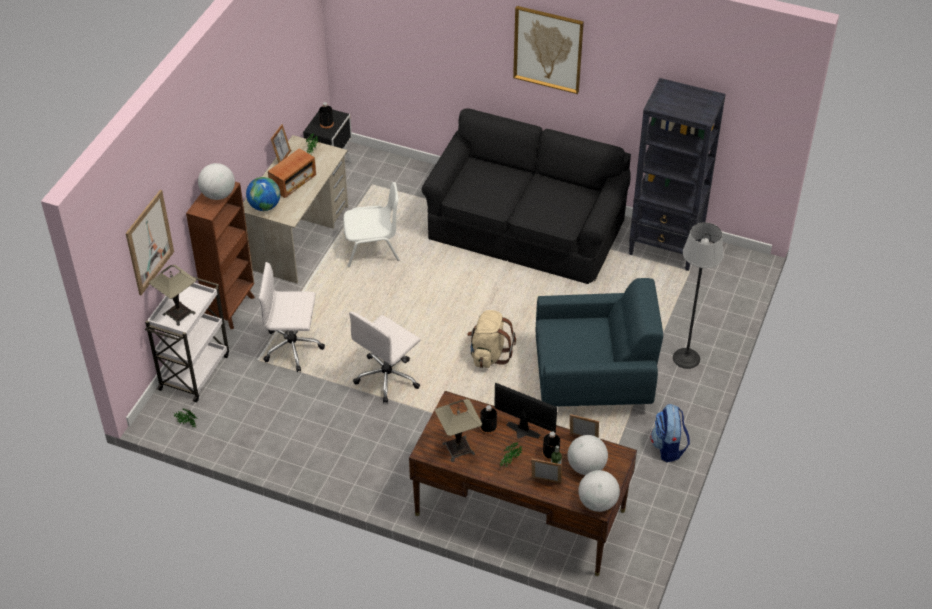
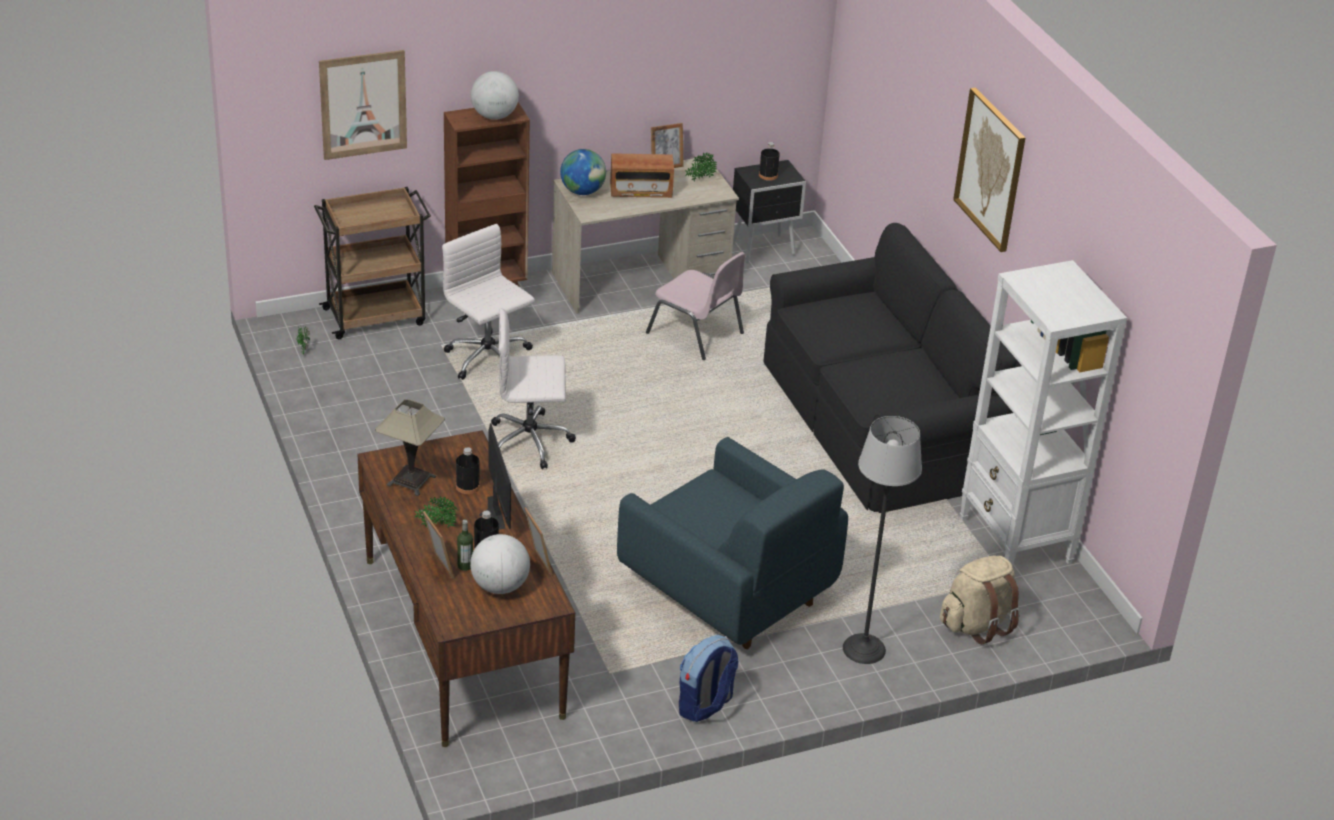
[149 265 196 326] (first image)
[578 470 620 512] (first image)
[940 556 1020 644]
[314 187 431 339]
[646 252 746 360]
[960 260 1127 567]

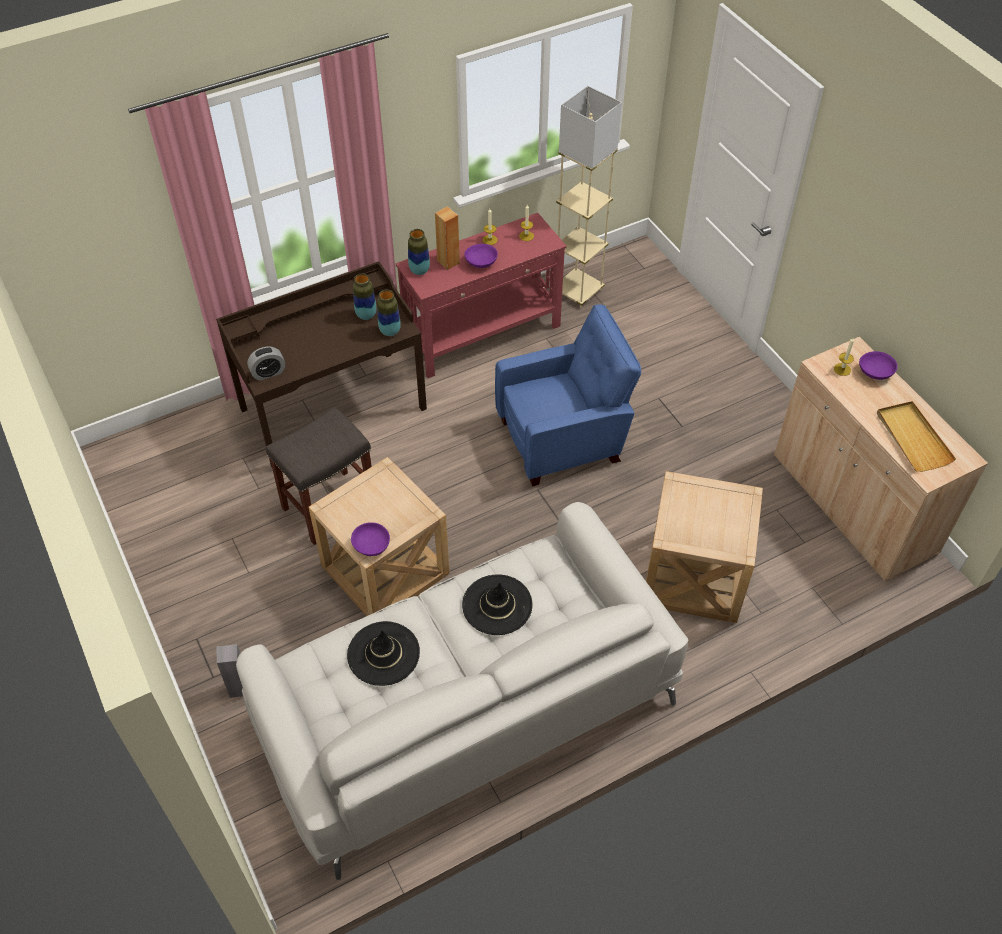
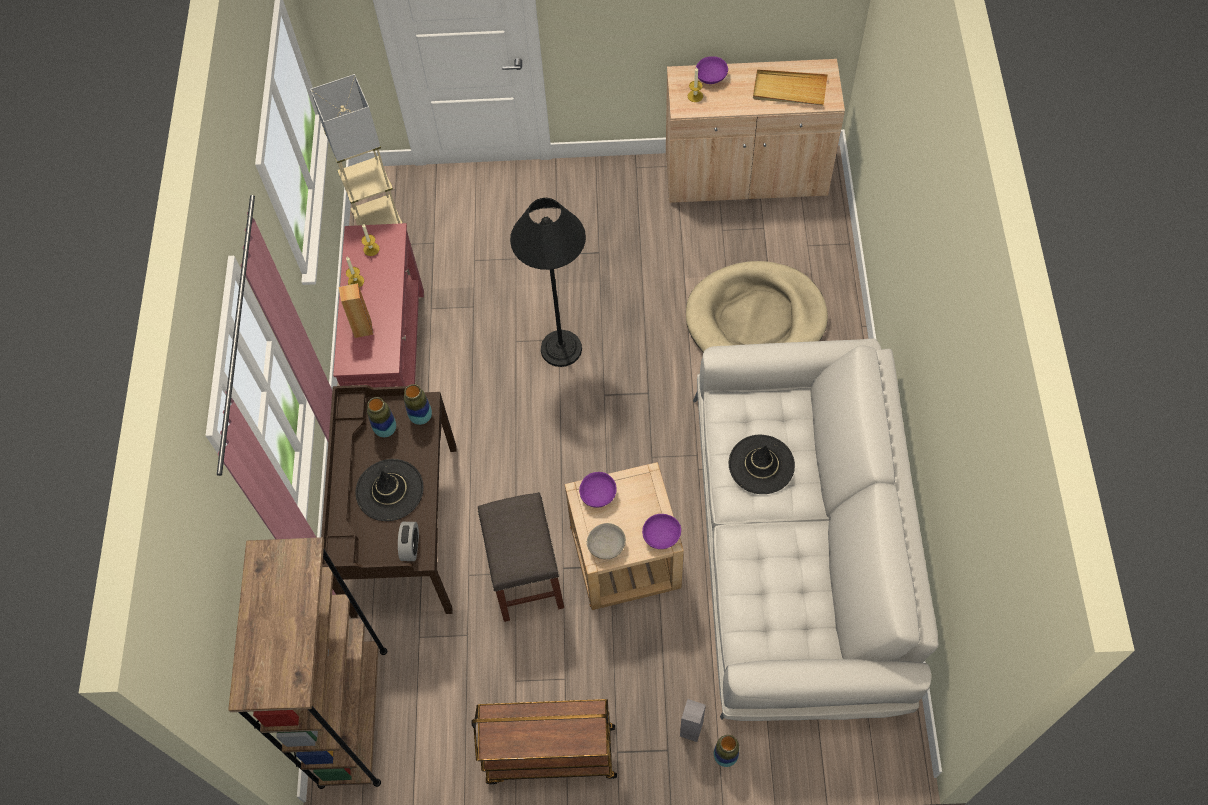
[228 537 387 789]
[471 699 617 785]
[587 523 626 559]
[356 459 424 521]
[714 735 739 767]
[579 472 617 508]
[510 198 586 367]
[686 261 828 352]

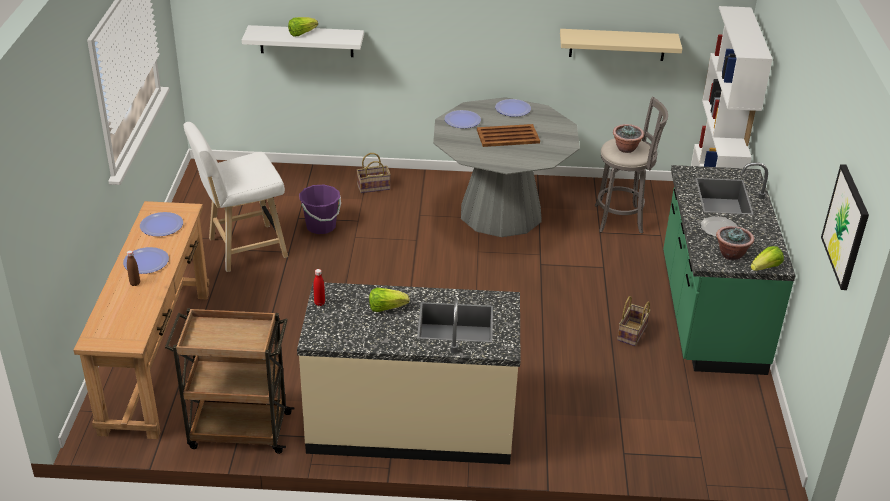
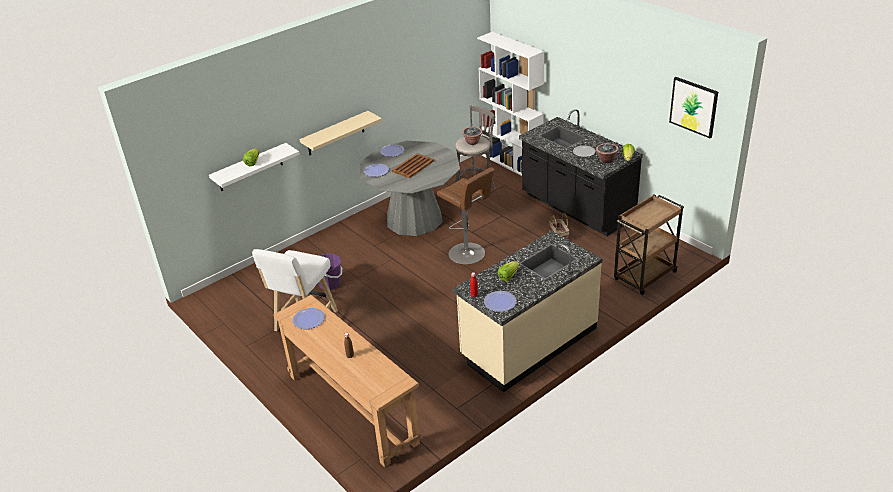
[357 153 391 193] (first image)
[437 167 495 265]
[484 291 517 312]
[614 194 684 295]
[300 111 382 155]
[519 109 643 236]

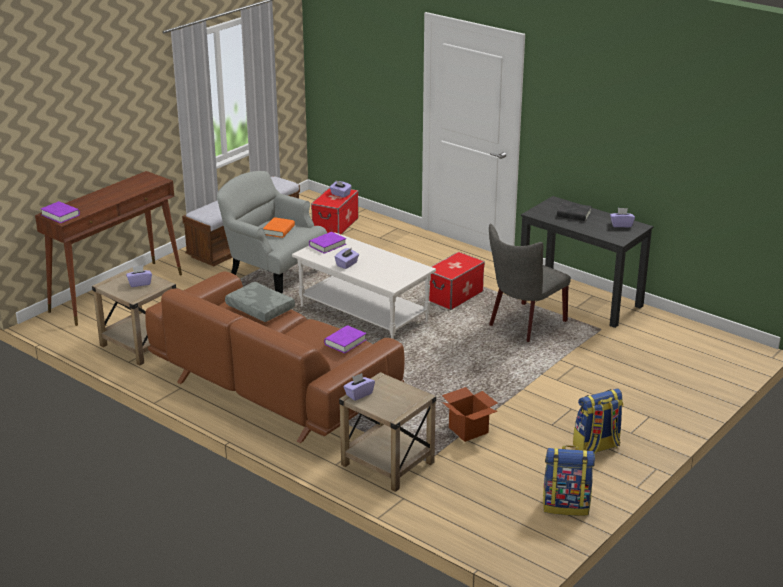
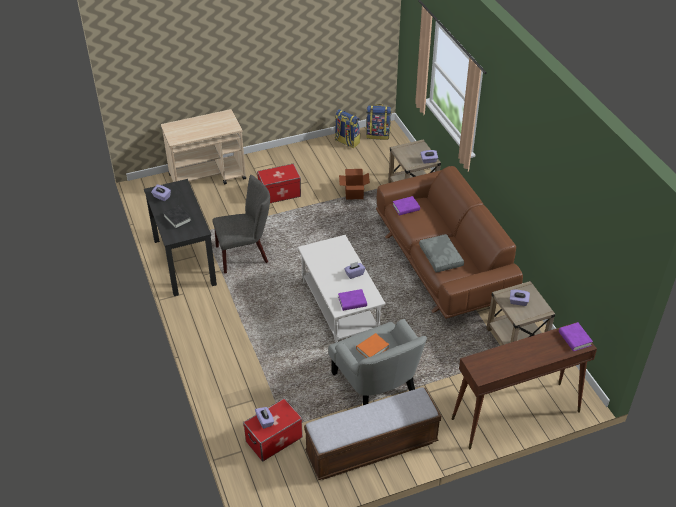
[161 109 246 184]
[257 164 301 203]
[366 104 392 140]

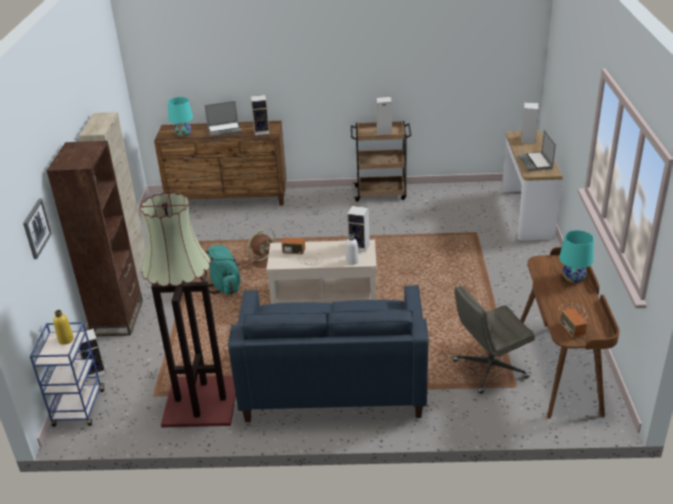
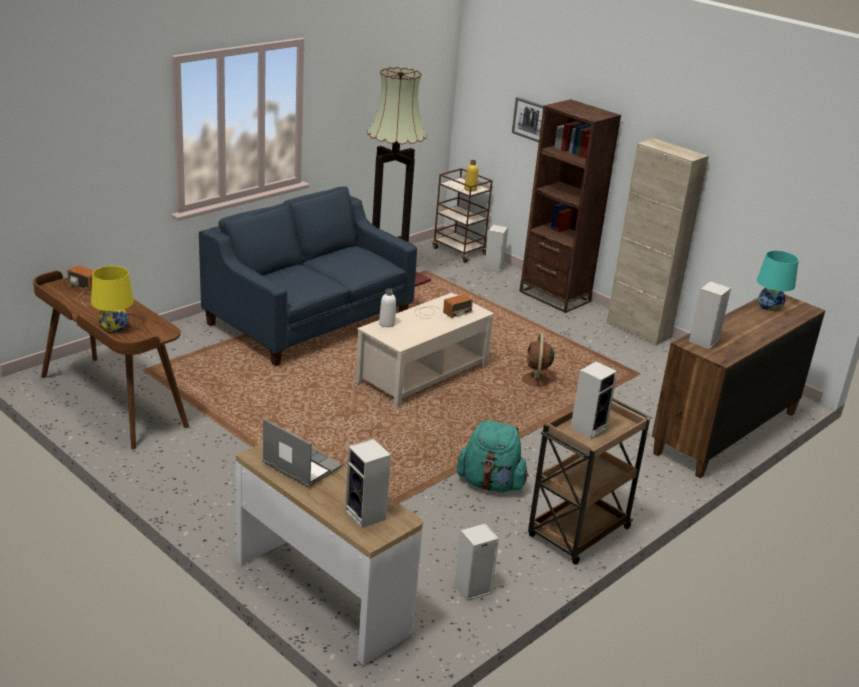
[205 101 242 137] (first image)
[452 286 535 394] (first image)
[457 420 529 492]
[454 523 499 601]
[432 168 493 262]
[91 266 134 333]

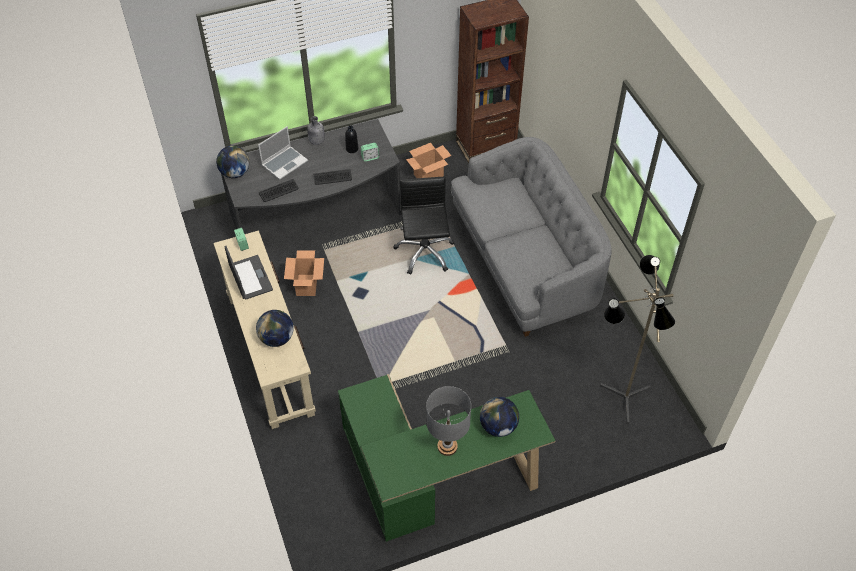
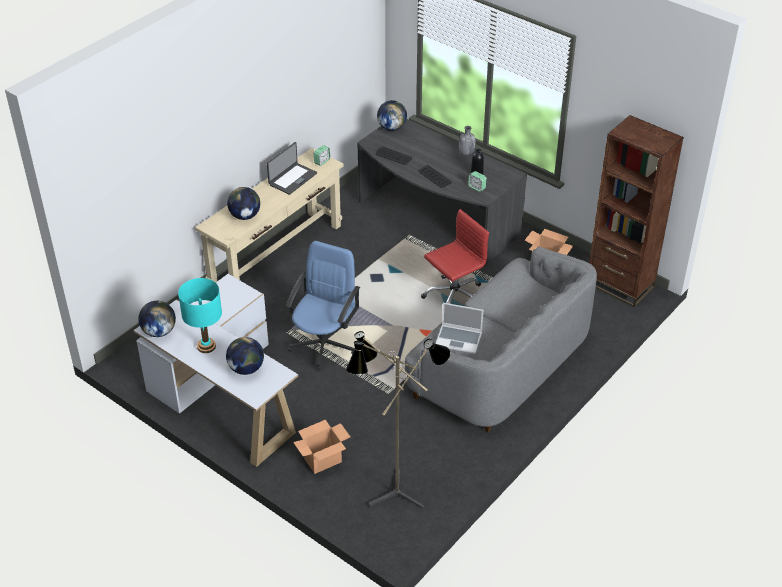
[138 301 176 337]
[285 241 360 370]
[436 303 483 354]
[293 420 350 474]
[134 274 298 467]
[421 209 489 304]
[178 278 222 353]

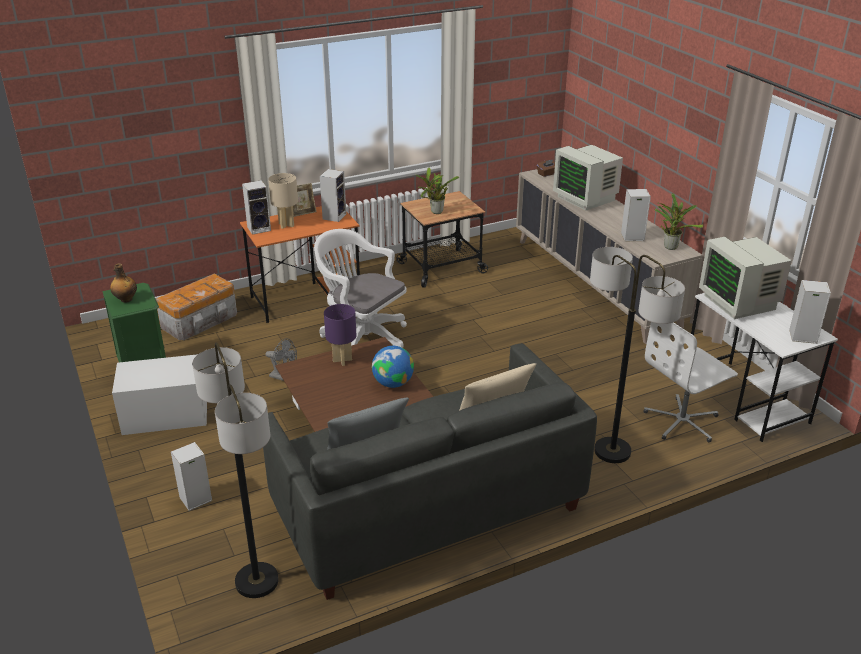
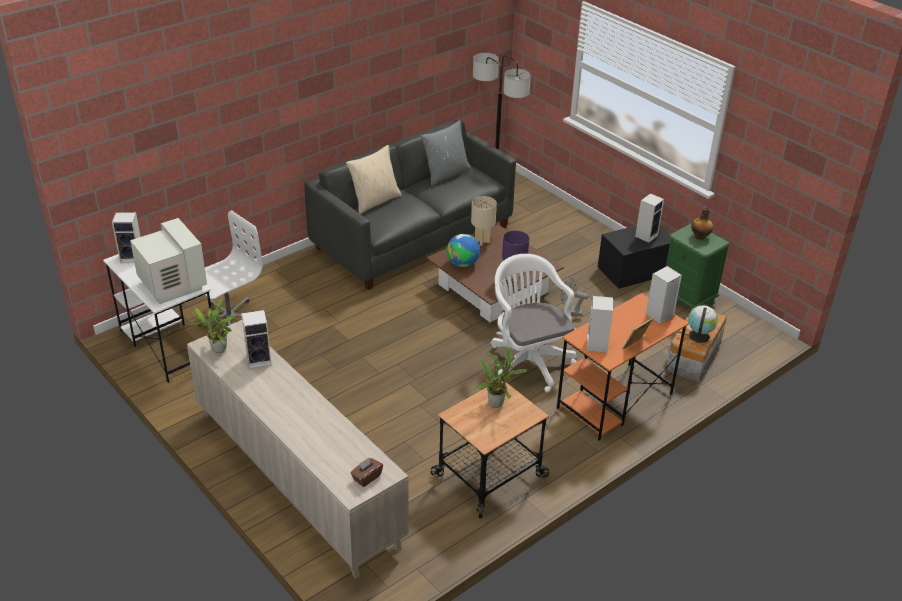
[553 145 623 211] (first image)
[590 247 685 463] (first image)
[688 305 718 343]
[635 193 664 243]
[471 196 497 246]
[598 225 671 289]
[491 254 577 393]

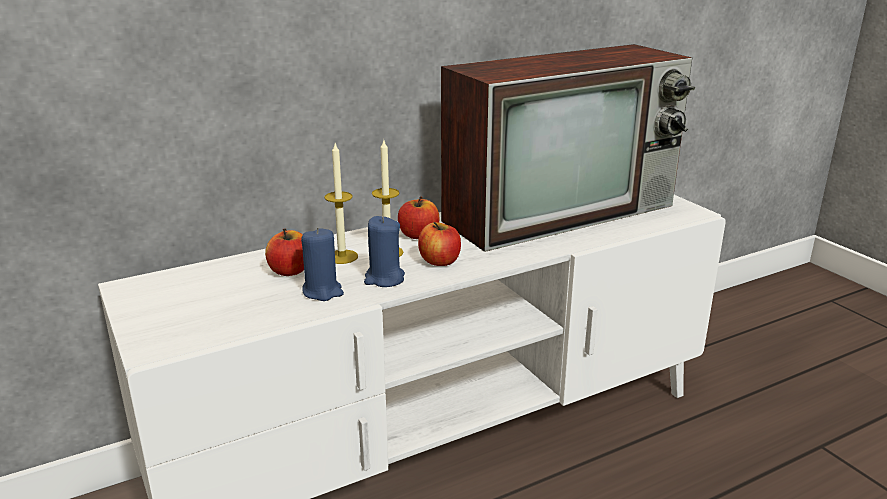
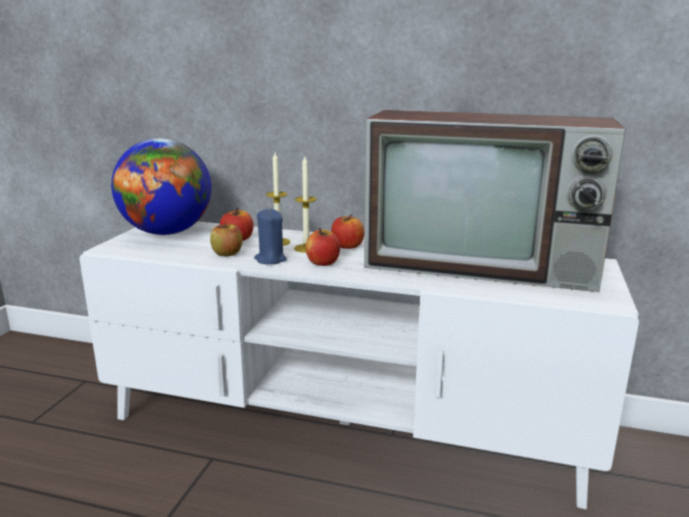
[111 138 212 235]
[210 221 242 256]

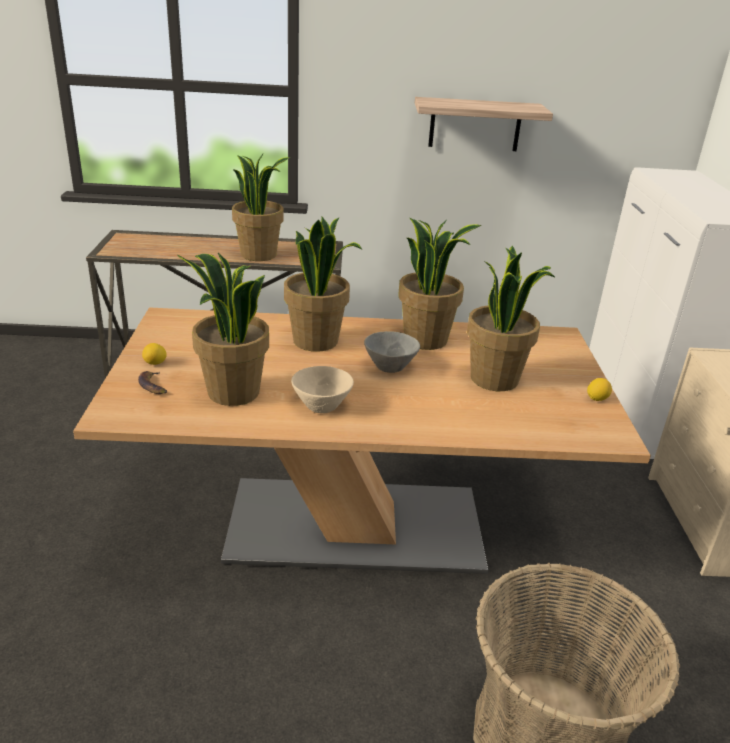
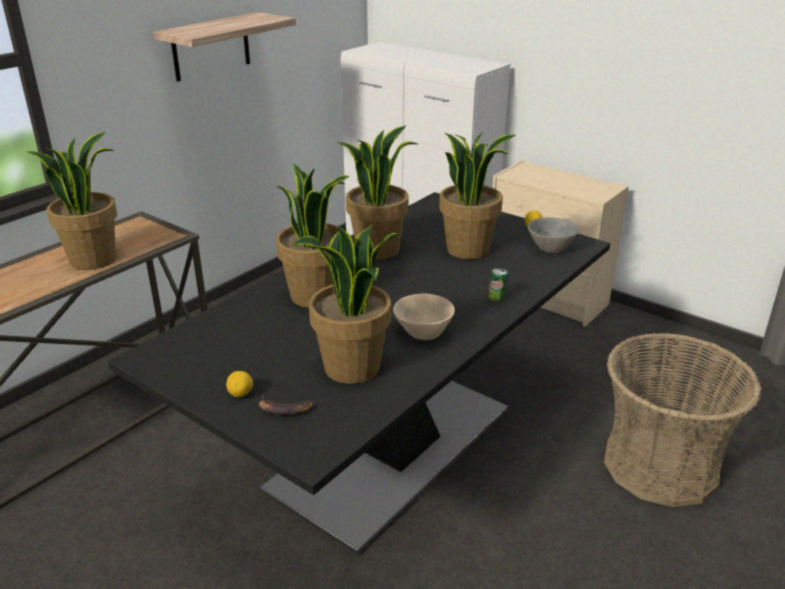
[488 268 508 302]
[528 217 579 253]
[108 192 610 555]

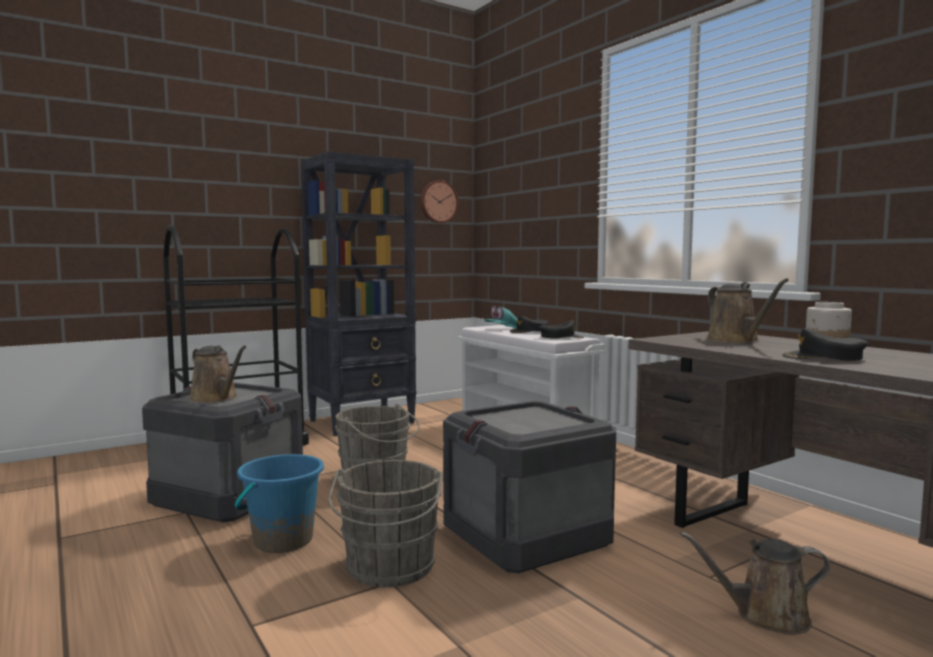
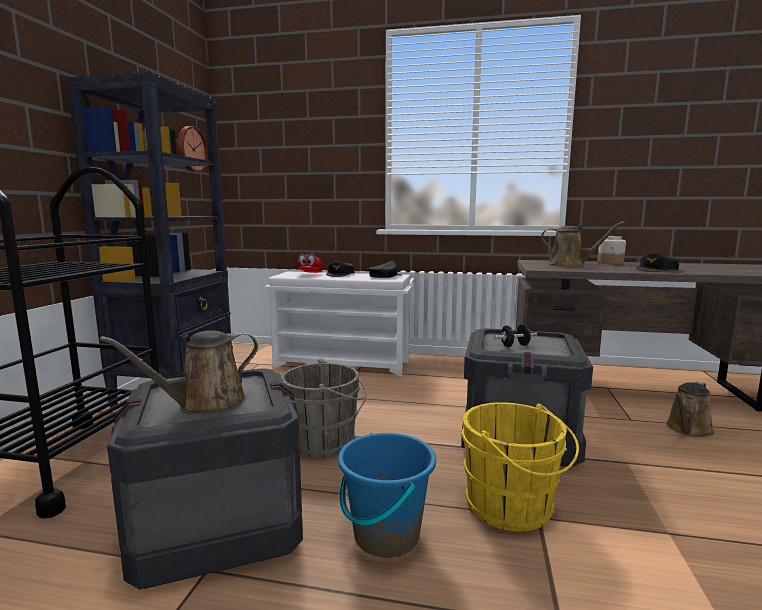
[494 324 537 347]
[461 402 579 532]
[296 254 323 273]
[100 330 258 414]

